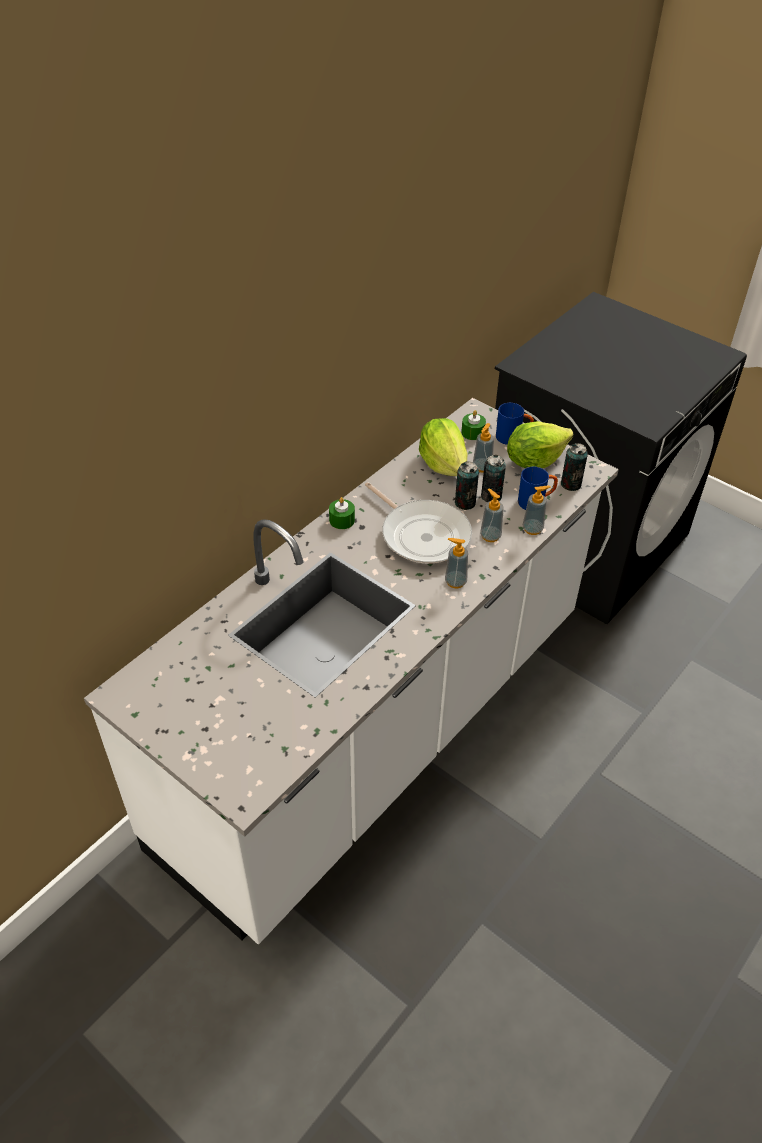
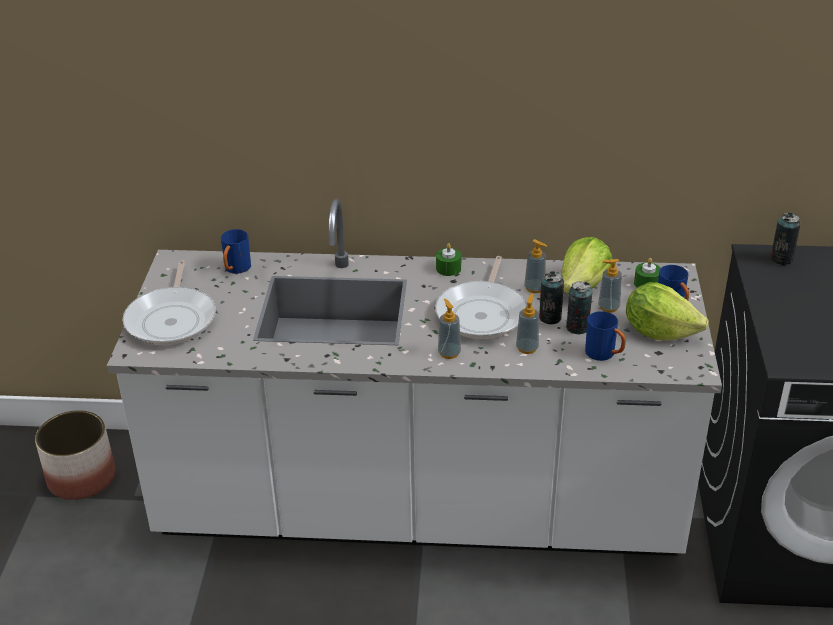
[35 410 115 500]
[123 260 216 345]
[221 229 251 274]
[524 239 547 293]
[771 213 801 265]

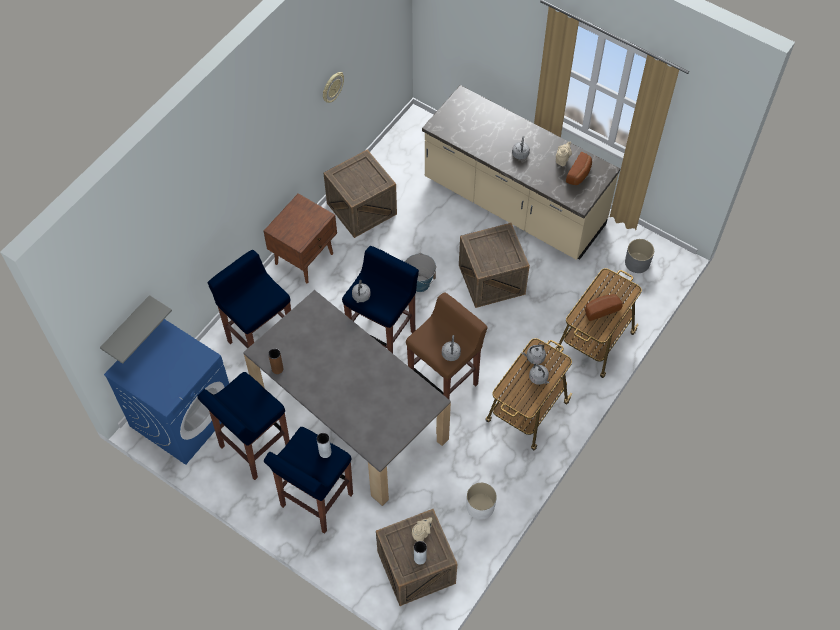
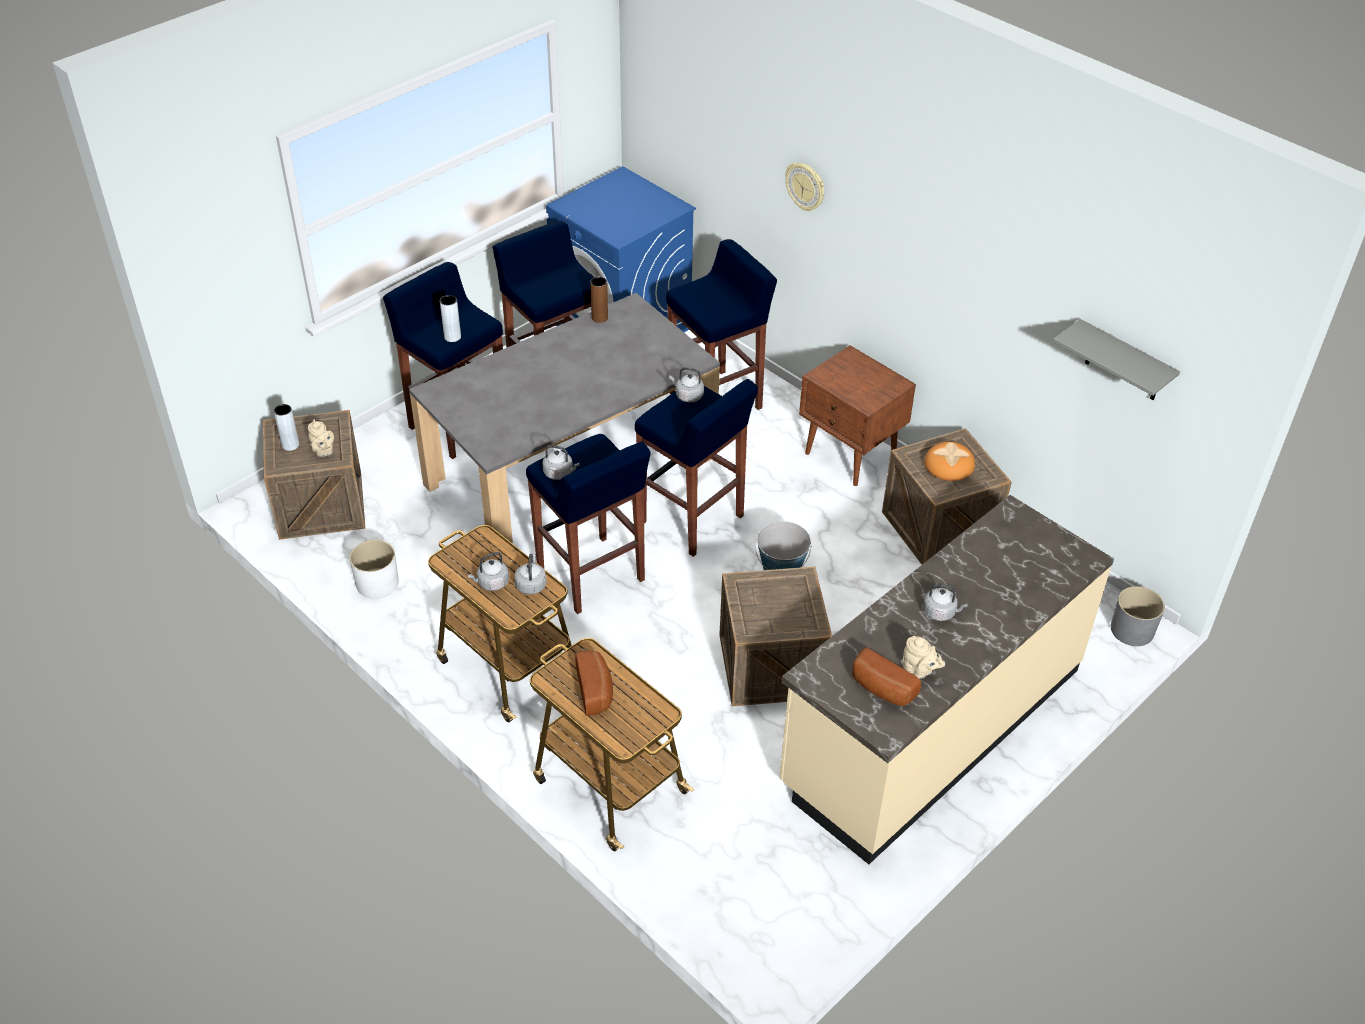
[924 442 975 481]
[1053 319 1180 400]
[785 162 824 211]
[1111 586 1165 646]
[526 434 651 614]

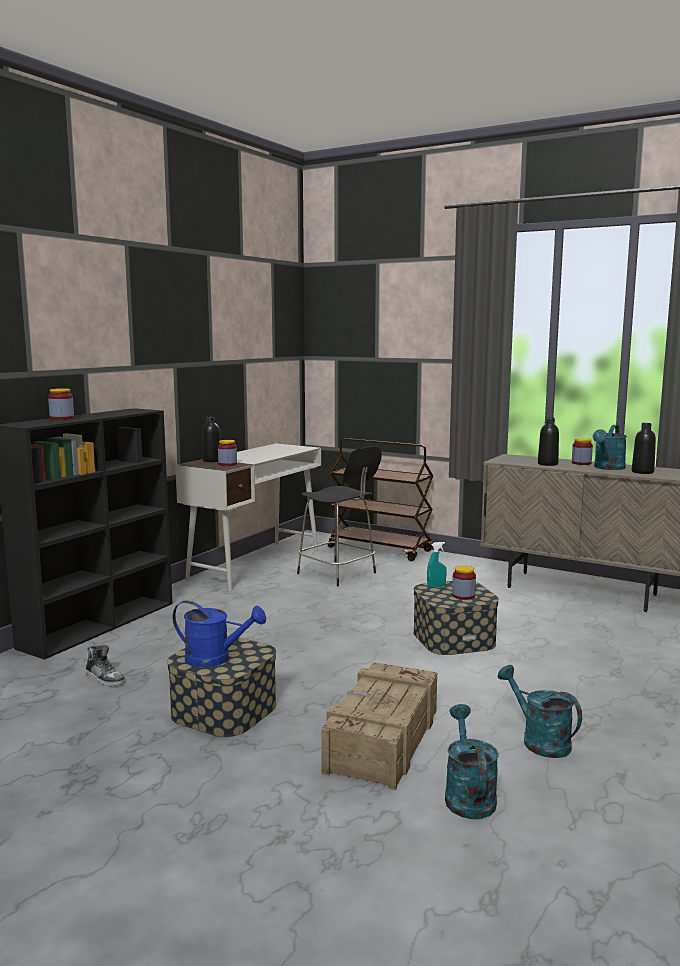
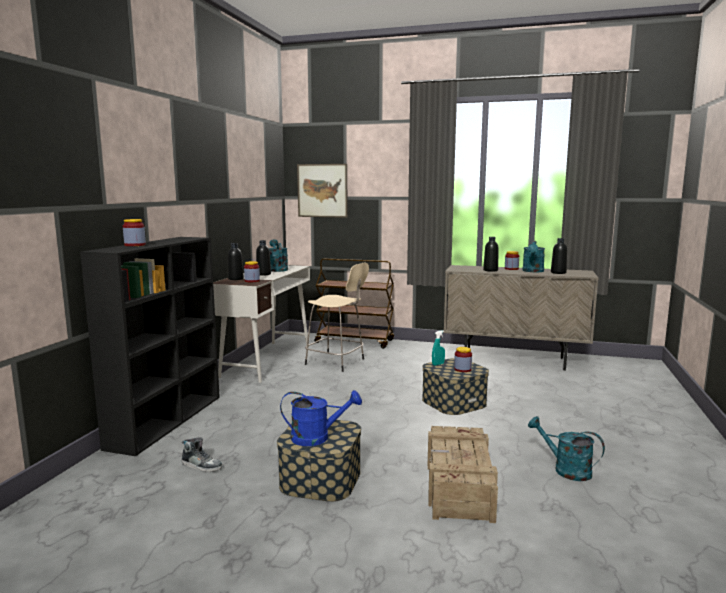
[256 240 271 276]
[297 164 348 218]
[269 239 288 272]
[305 262 369 372]

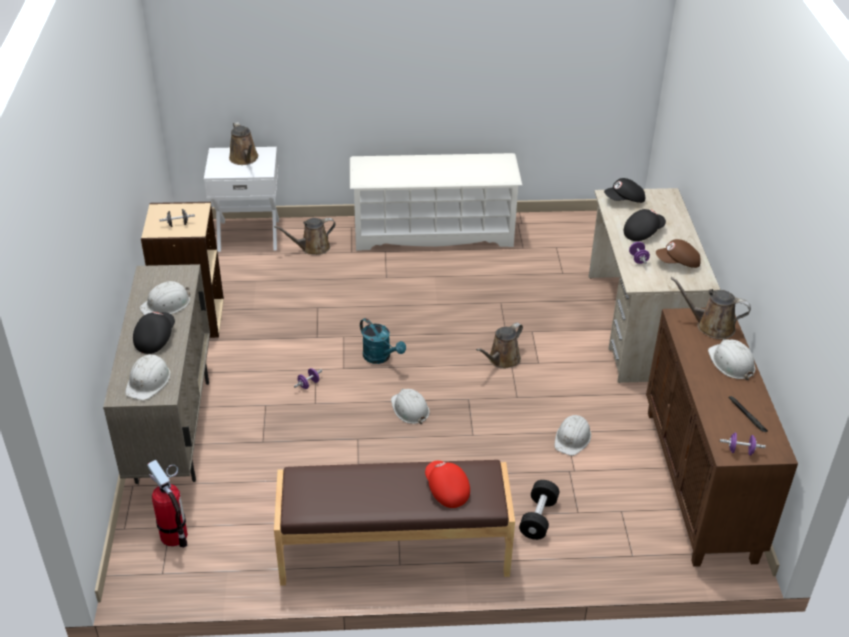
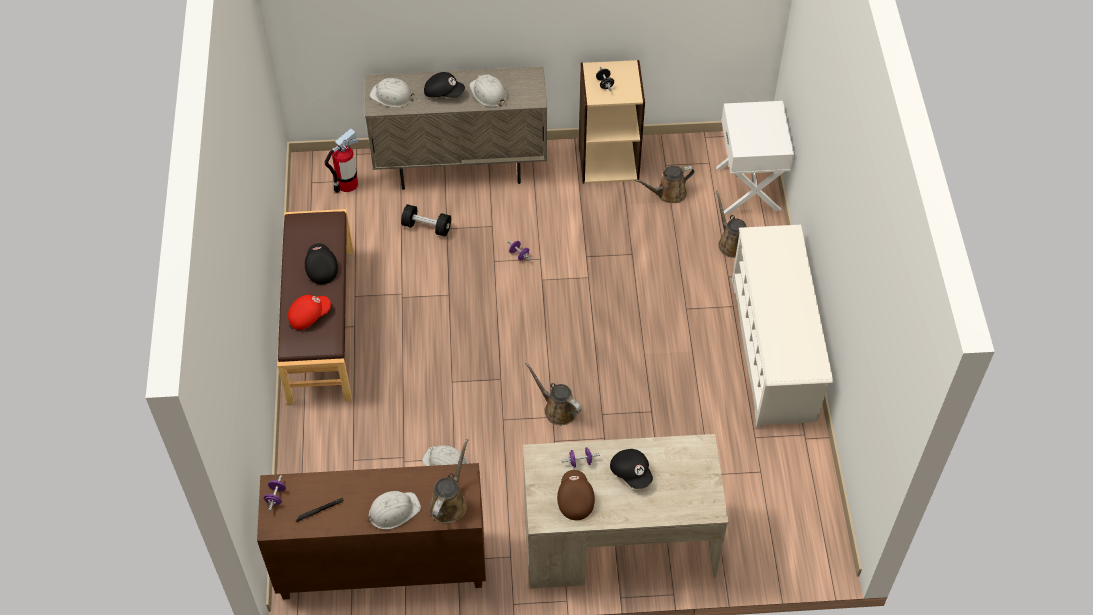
[360 318 406 364] (first image)
[391 389 430 424] (first image)
[635 165 695 203]
[401 204 451 237]
[305 243 338 284]

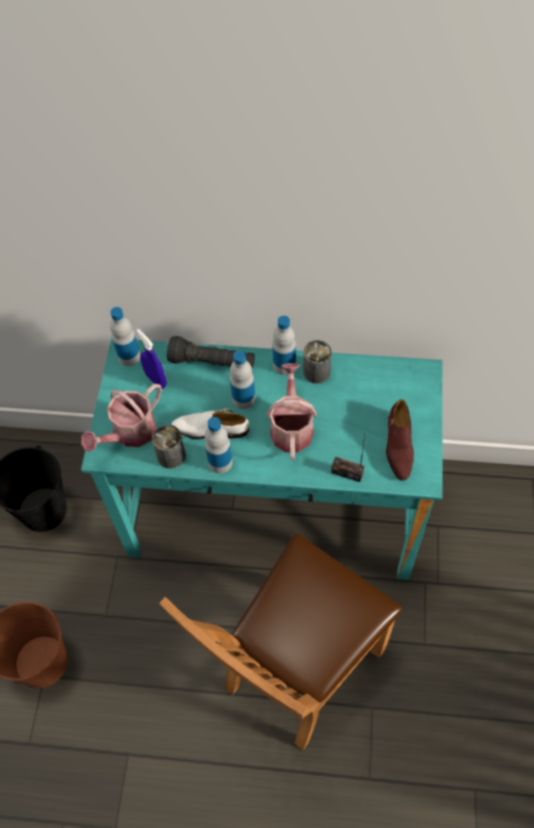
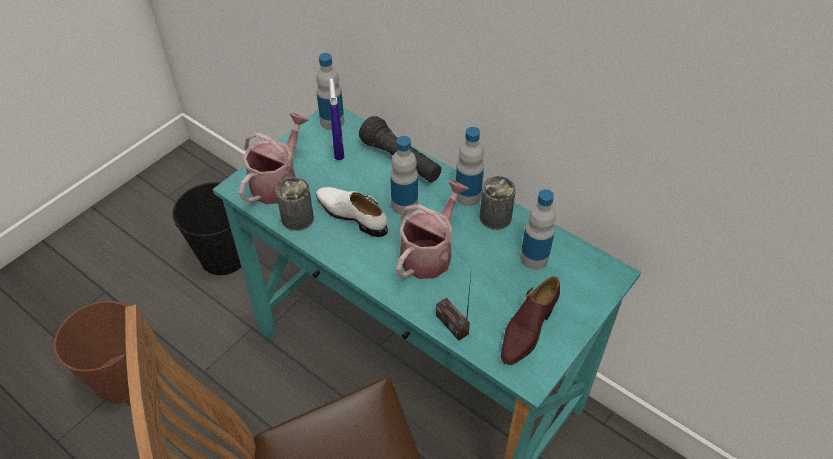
[520 189 556 270]
[239 113 309 204]

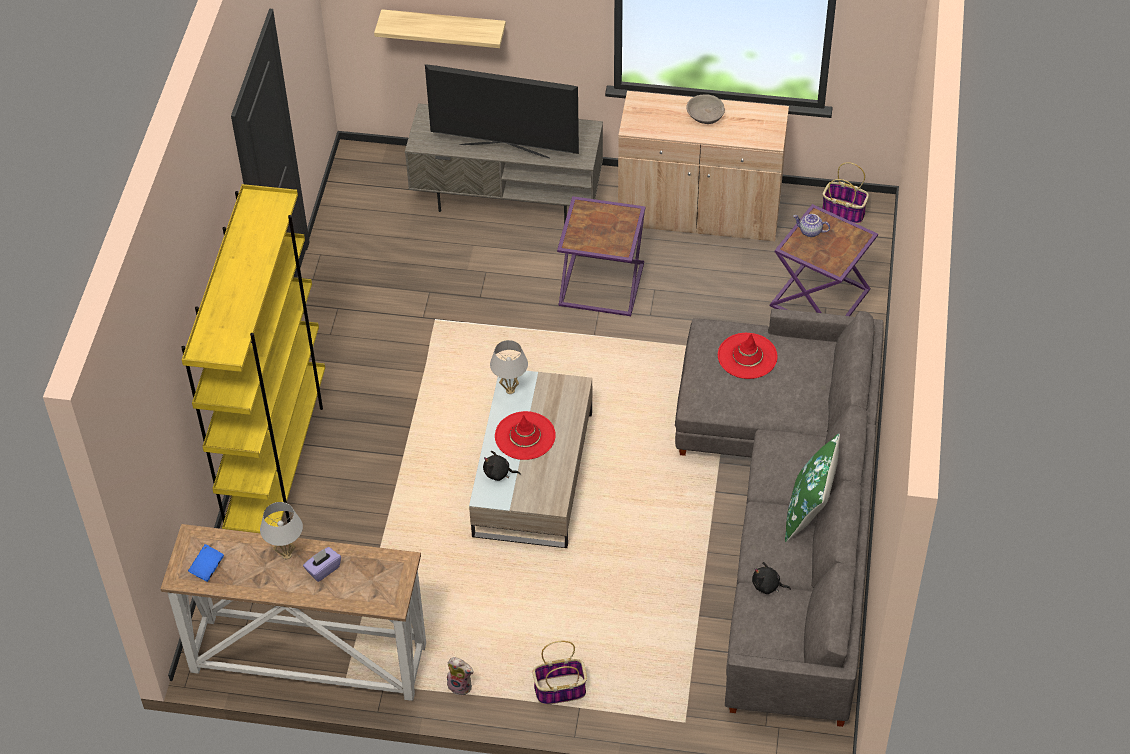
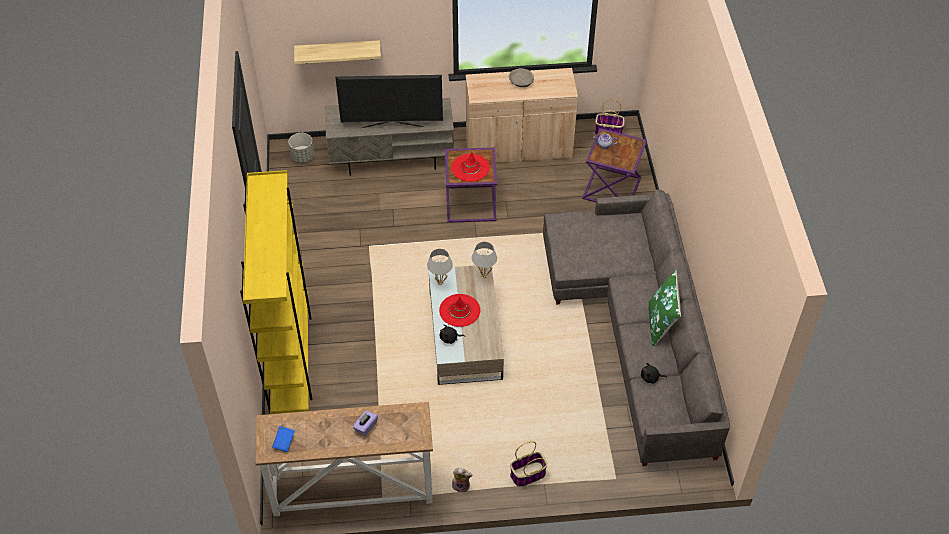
[288 133 314 163]
[472 242 497 278]
[451 152 490 182]

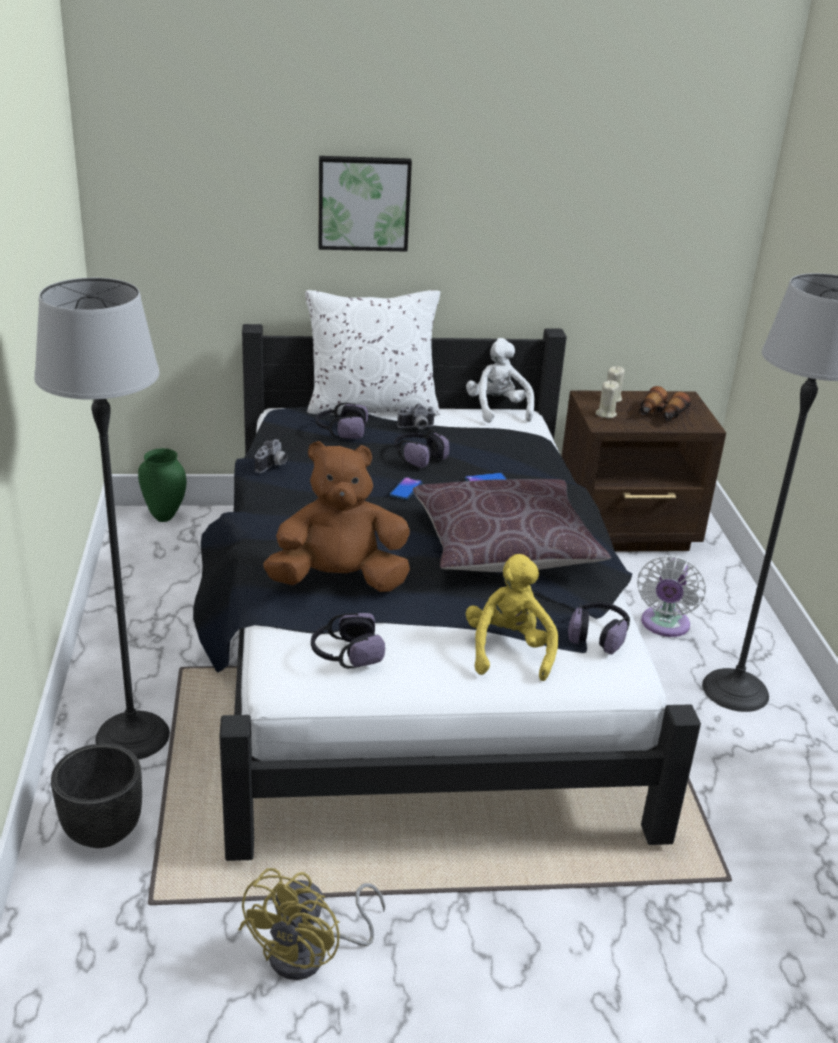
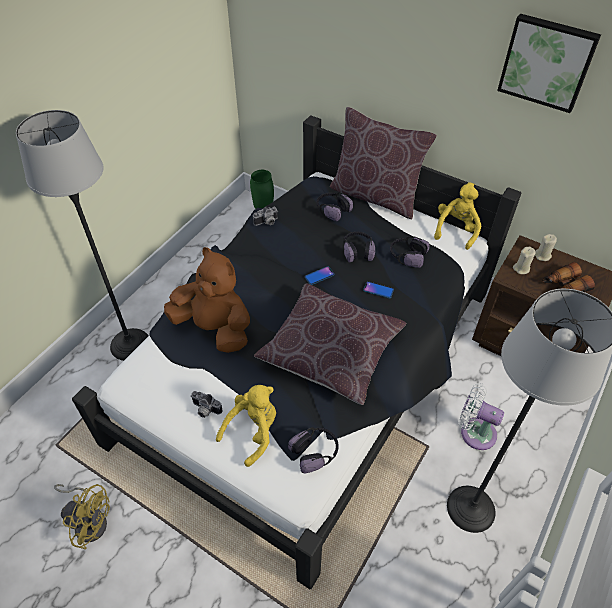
[51 744 142 848] (first image)
[390 236 430 268]
[497 14 601 113]
[190 391 222 418]
[330 107 437 219]
[434 182 481 250]
[54 484 110 549]
[458 383 504 450]

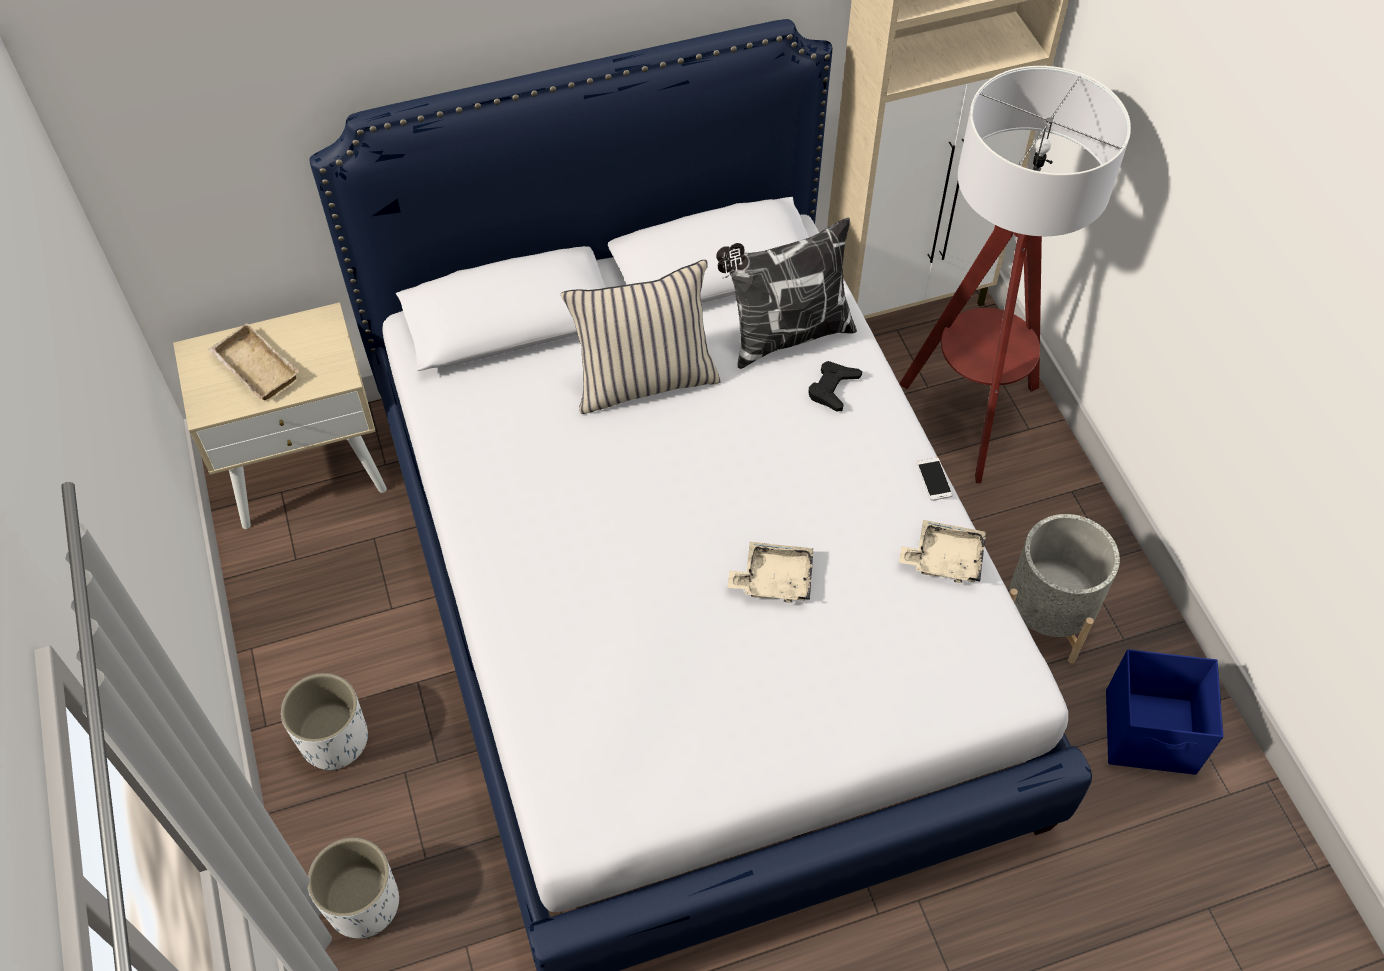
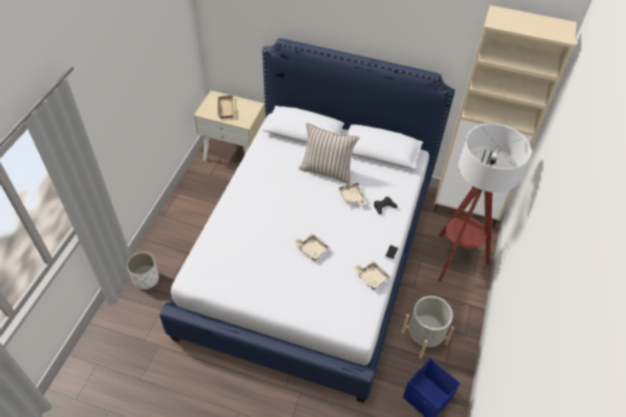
[281 673 368 771] (first image)
[716 218 857 369] (first image)
[338 182 366 206]

